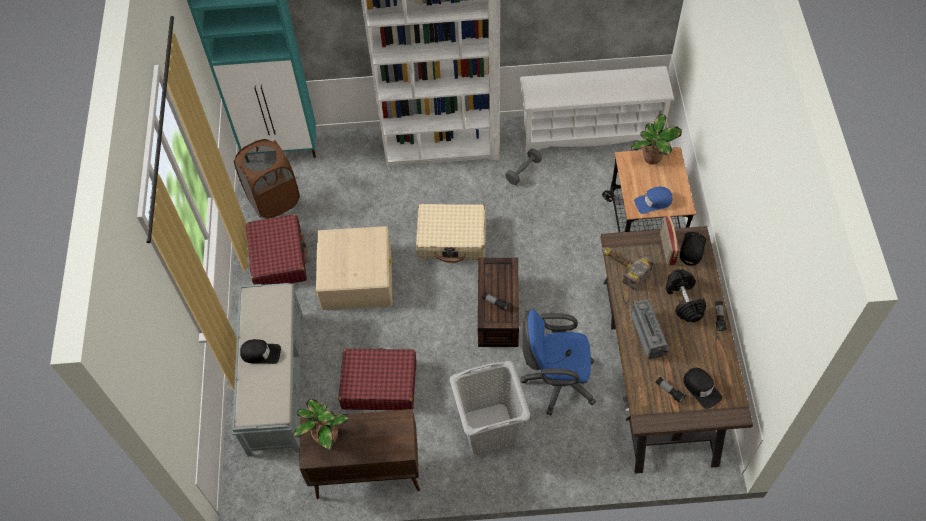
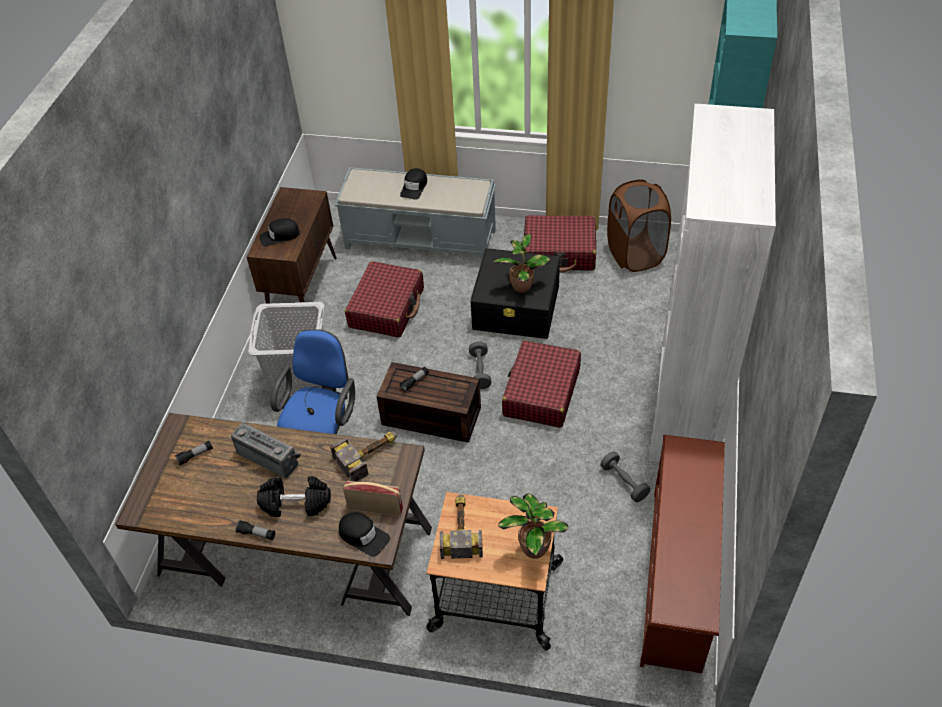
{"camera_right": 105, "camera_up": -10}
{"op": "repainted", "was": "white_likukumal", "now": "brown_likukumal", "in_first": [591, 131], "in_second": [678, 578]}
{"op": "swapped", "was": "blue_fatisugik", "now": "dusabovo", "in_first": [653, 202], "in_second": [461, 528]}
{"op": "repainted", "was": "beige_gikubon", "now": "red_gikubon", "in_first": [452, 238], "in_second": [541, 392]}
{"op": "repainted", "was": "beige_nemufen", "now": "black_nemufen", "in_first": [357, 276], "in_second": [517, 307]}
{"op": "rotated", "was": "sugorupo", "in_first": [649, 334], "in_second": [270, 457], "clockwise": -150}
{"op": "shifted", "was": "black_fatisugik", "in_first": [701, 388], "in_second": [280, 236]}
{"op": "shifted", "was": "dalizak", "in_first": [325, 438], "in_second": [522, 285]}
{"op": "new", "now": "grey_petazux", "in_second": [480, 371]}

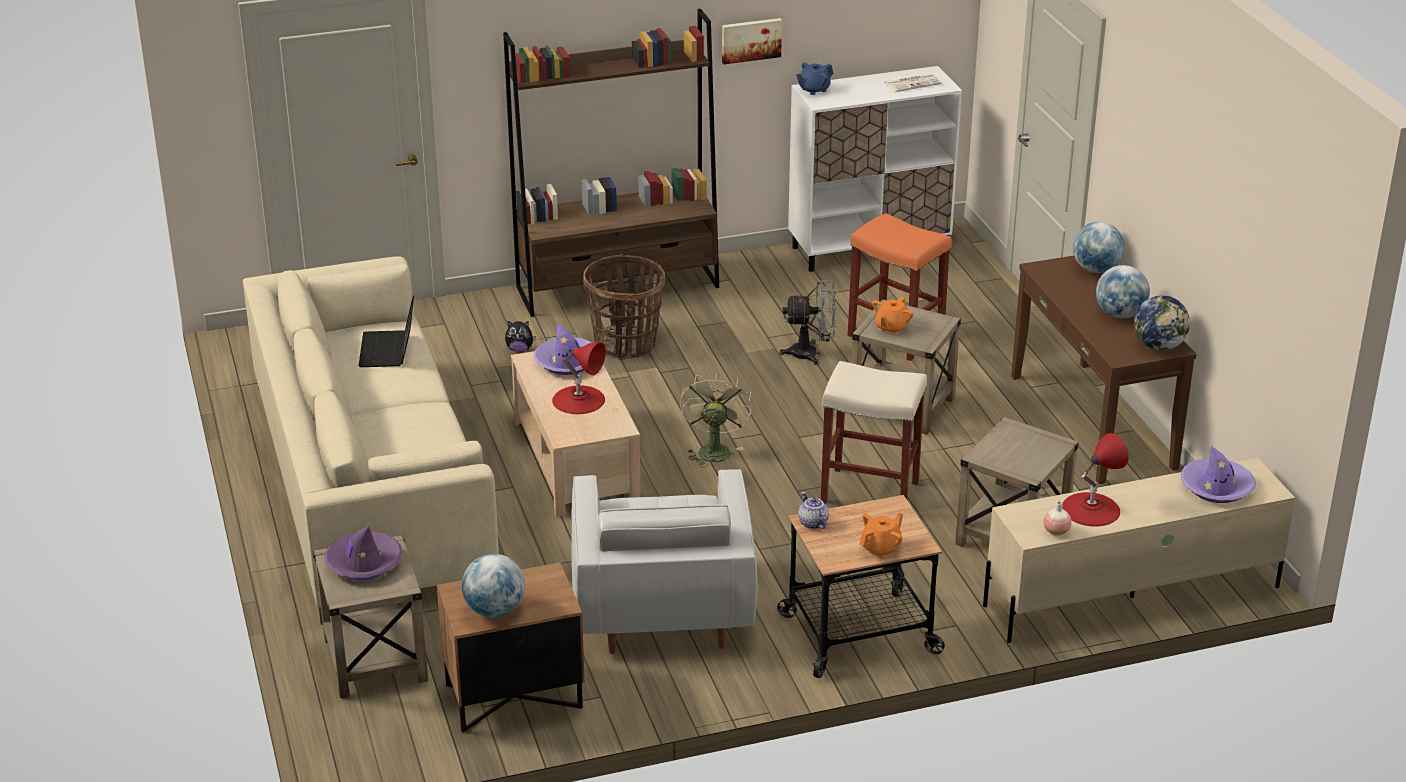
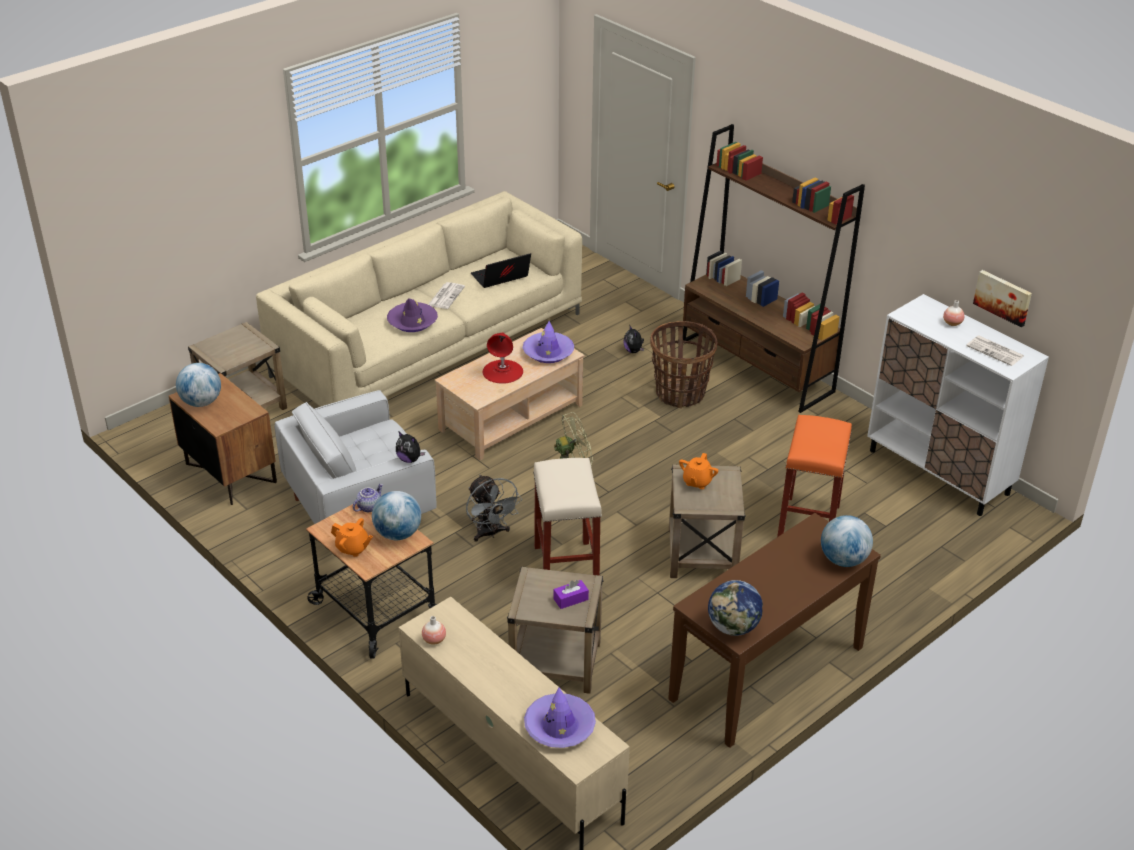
{"camera_right": 65, "camera_up": 5}
{"op": "shifted", "was": "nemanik", "in_first": [750, 40], "in_second": [1003, 297]}
{"op": "gone", "was": "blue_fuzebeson", "in_first": [813, 89]}
{"op": "shifted", "was": "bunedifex", "in_first": [1120, 314], "in_second": [398, 534]}
{"op": "shifted", "was": "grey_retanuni", "in_first": [811, 353], "in_second": [490, 533]}
{"op": "rotated", "was": "orange_fuzebeson", "in_first": [891, 328], "in_second": [697, 482], "clockwise": -75}
{"op": "gone", "was": "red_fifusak", "in_first": [1090, 509]}
{"op": "shifted", "was": "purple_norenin", "in_first": [364, 563], "in_second": [412, 322]}
{"op": "new", "now": "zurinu", "in_second": [446, 296]}
{"op": "new", "now": "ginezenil", "in_second": [952, 323]}
{"op": "new", "now": "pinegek", "in_second": [409, 459]}
{"op": "new", "now": "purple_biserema", "in_second": [570, 599]}

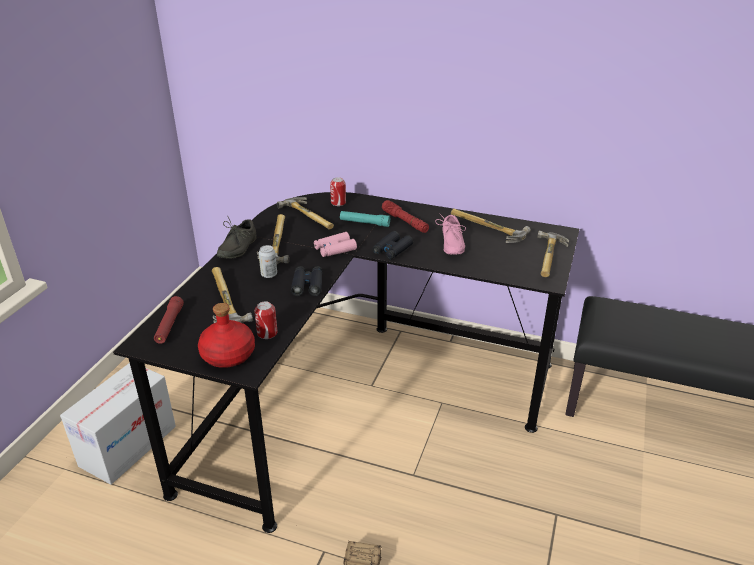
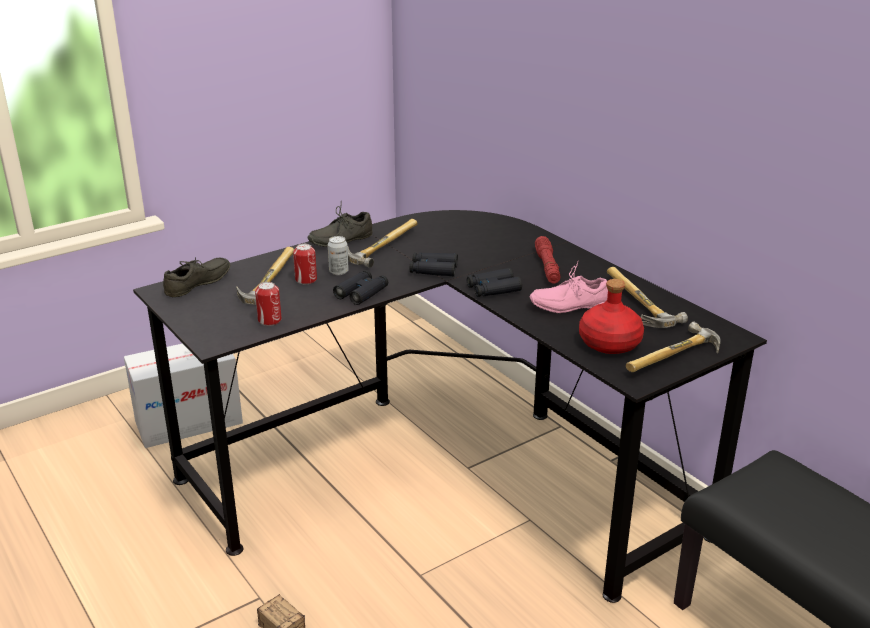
{"camera_right": 35, "camera_up": -5}
{"op": "shifted", "was": "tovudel", "in_first": [338, 202], "in_second": [306, 279]}
{"op": "gone", "was": "dusabovo", "in_first": [311, 216]}
{"op": "gone", "was": "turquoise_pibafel", "in_first": [364, 223]}
{"op": "rotated", "was": "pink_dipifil", "in_first": [450, 244], "in_second": [567, 304], "clockwise": 45}
{"op": "repainted", "was": "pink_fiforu", "now": "black_fiforu", "in_first": [335, 249], "in_second": [433, 270]}
{"op": "swapped", "was": "red_pibafel", "now": "grey_dipifil", "in_first": [169, 325], "in_second": [200, 284]}
{"op": "shifted", "was": "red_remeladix", "in_first": [228, 355], "in_second": [610, 343]}

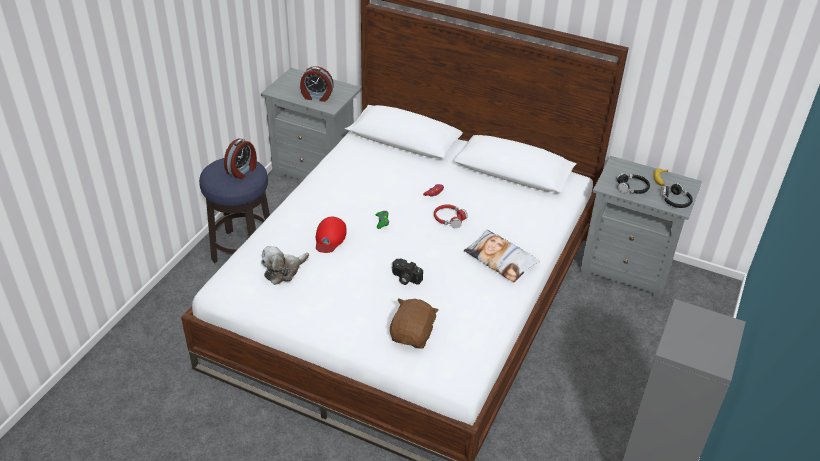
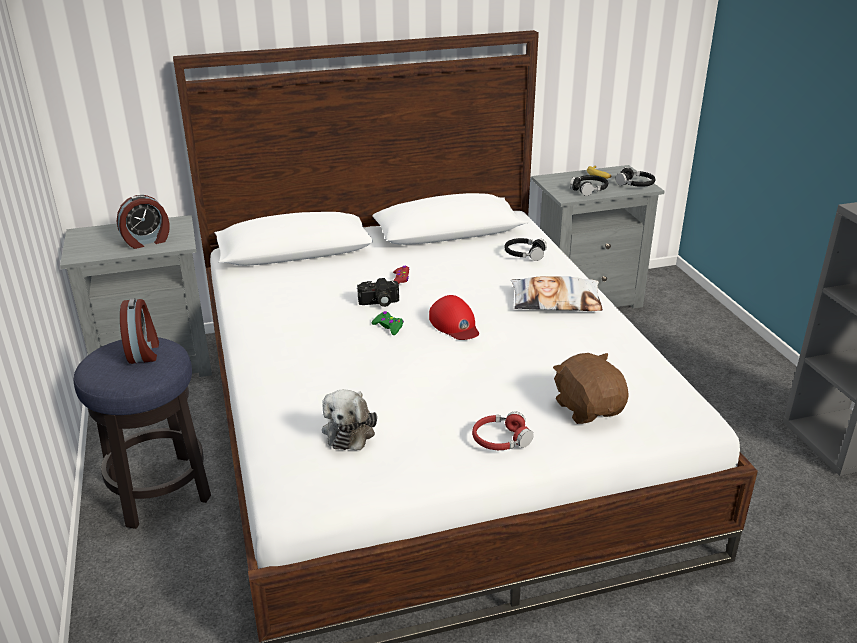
{"camera_right": -40, "camera_up": -10}
{"op": "shifted", "was": "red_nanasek", "in_first": [449, 219], "in_second": [501, 439]}
{"op": "shifted", "was": "red_fatisugik", "in_first": [330, 238], "in_second": [454, 324]}
{"op": "shifted", "was": "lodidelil", "in_first": [405, 278], "in_second": [379, 303]}
{"op": "new", "now": "black_nanasek", "in_second": [524, 254]}

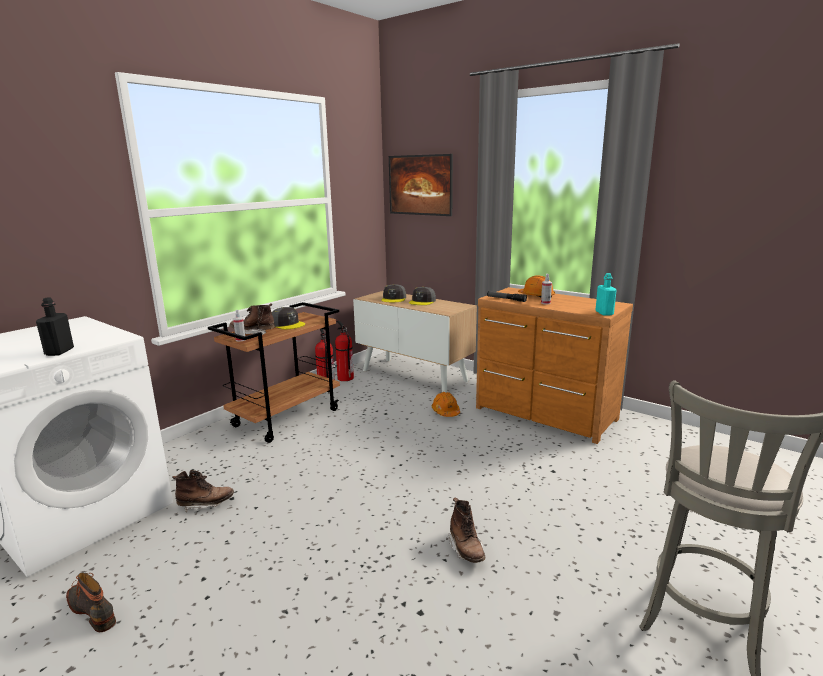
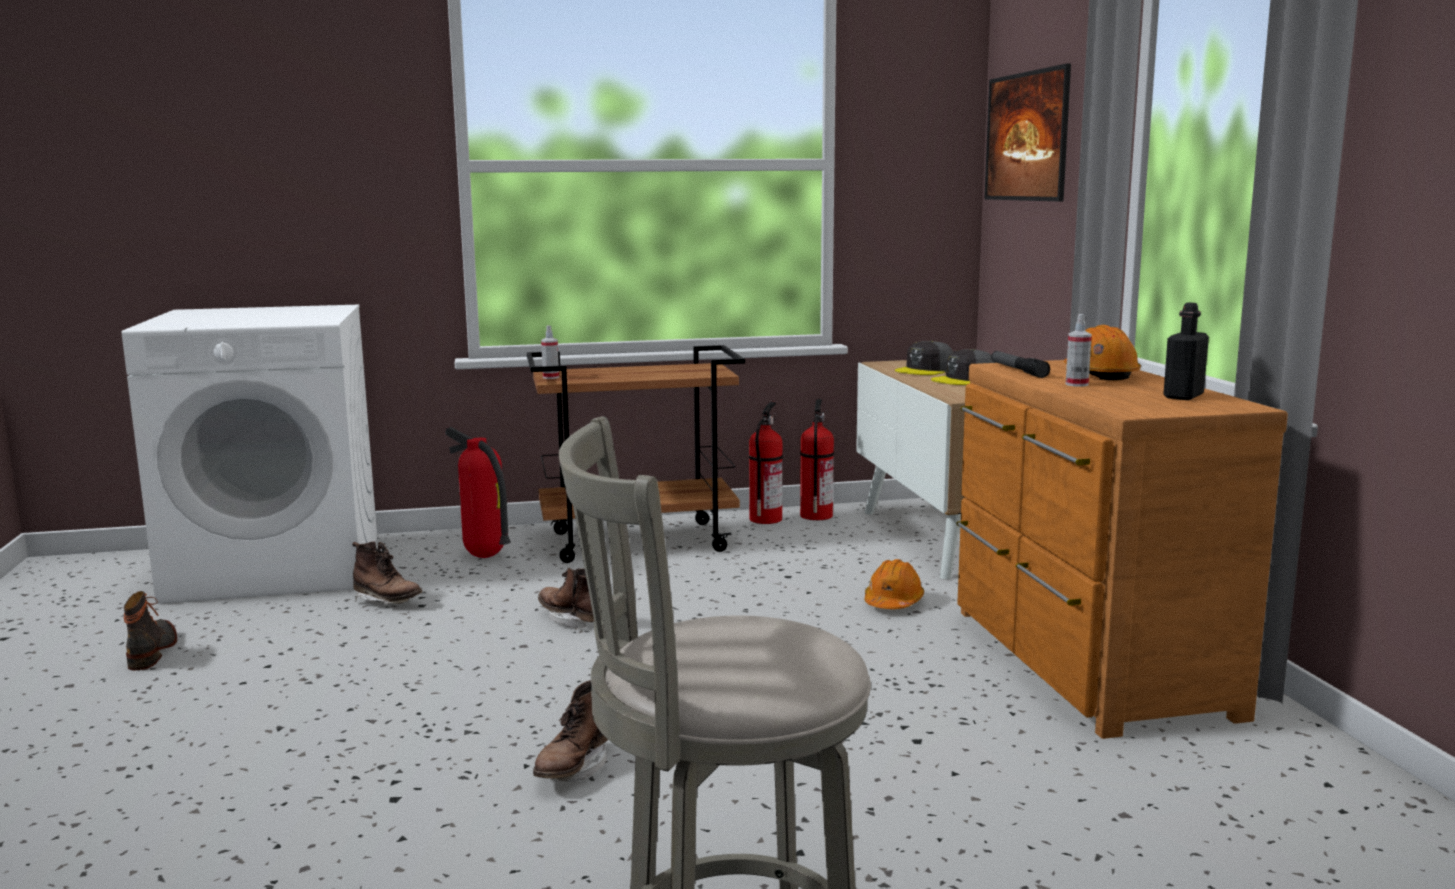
{"camera_right": 40, "camera_up": -5}
{"op": "gone", "was": "turquoise_remeladix", "in_first": [604, 313]}
{"op": "shifted", "was": "black_remeladix", "in_first": [59, 352], "in_second": [1183, 396]}
{"op": "shifted", "was": "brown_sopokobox", "in_first": [253, 332], "in_second": [572, 620]}
{"op": "gone", "was": "grey_fatisugik", "in_first": [287, 324]}
{"op": "new", "now": "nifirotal", "in_second": [483, 557]}

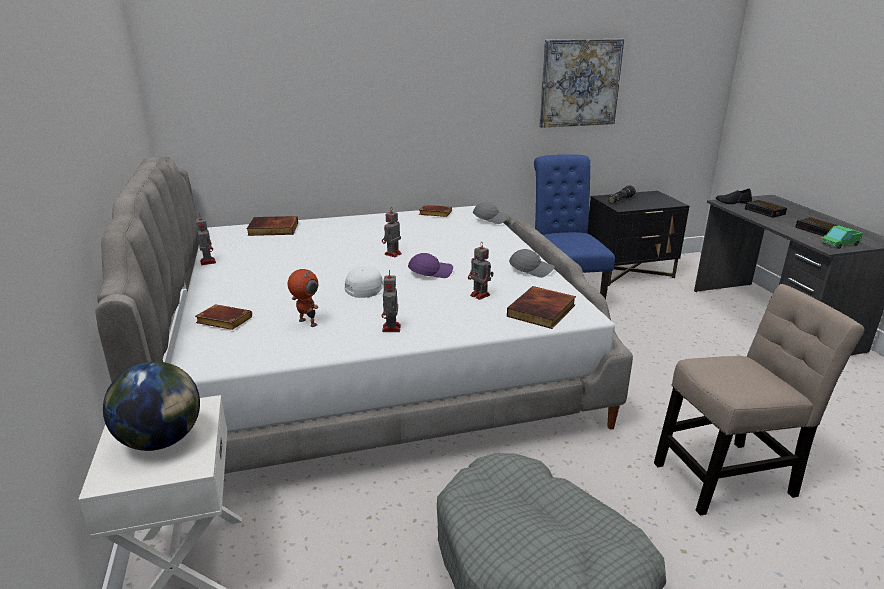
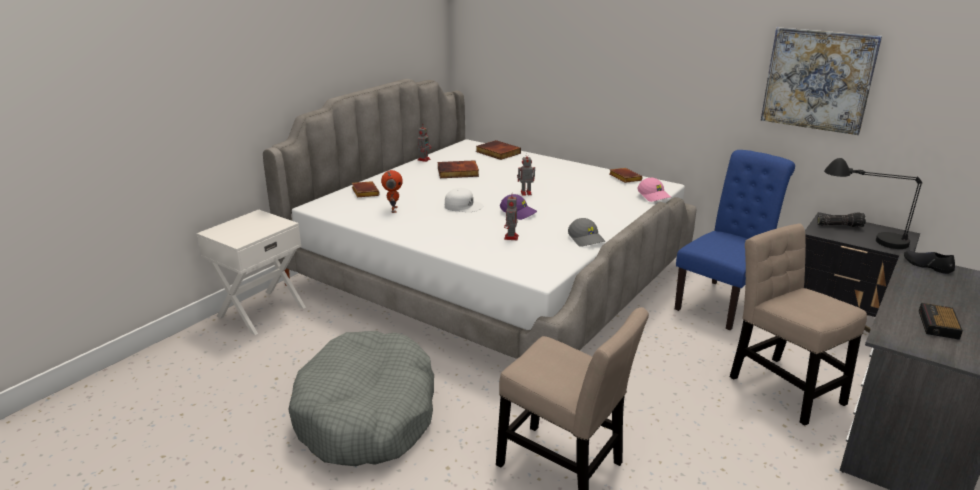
{"camera_right": 50, "camera_up": 0}
{"op": "gone", "was": "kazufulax", "in_first": [765, 212]}
{"op": "repainted", "was": "grey_fatisugik", "now": "pink_fatisugik", "in_first": [491, 219], "in_second": [654, 196]}
{"op": "gone", "was": "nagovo", "in_first": [839, 244]}
{"op": "gone", "was": "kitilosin", "in_first": [391, 329]}
{"op": "shifted", "was": "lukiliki", "in_first": [542, 311], "in_second": [457, 172]}
{"op": "gone", "was": "bunedifex", "in_first": [162, 440]}
{"op": "new", "now": "black_fifusak", "in_second": [862, 239]}
{"op": "new", "now": "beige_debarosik", "in_second": [782, 386]}

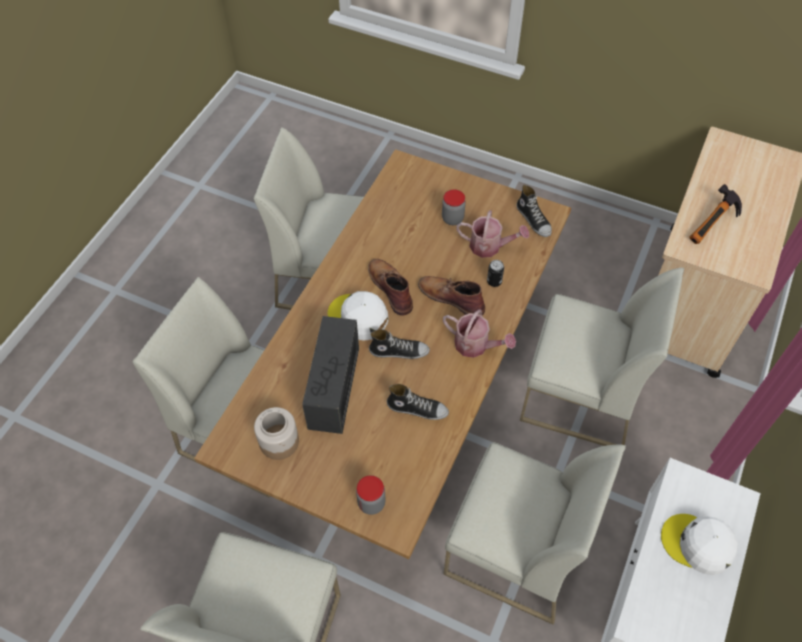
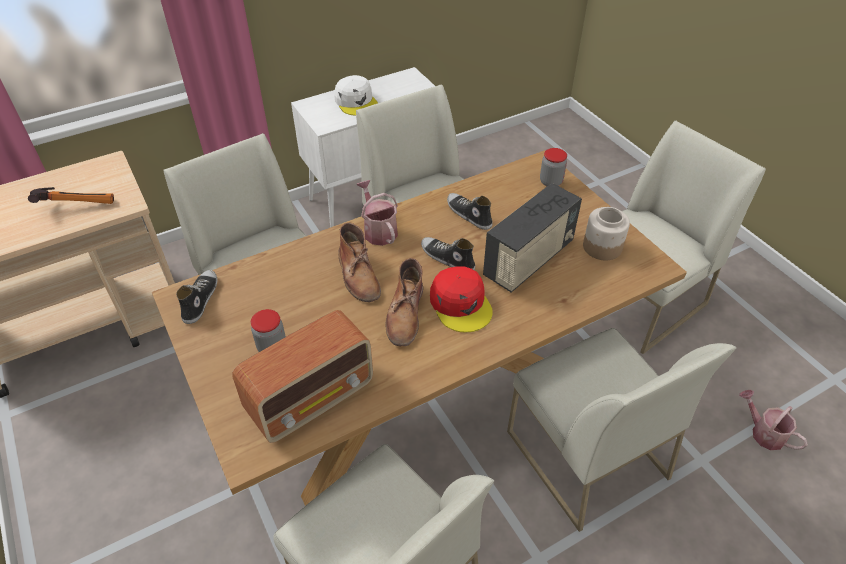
{"camera_right": -145, "camera_up": -10}
{"op": "shifted", "was": "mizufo", "in_first": [490, 246], "in_second": [763, 432]}
{"op": "gone", "was": "tovudel", "in_first": [494, 281]}
{"op": "repainted", "was": "white_fatisugik", "now": "red_fatisugik", "in_first": [358, 317], "in_second": [461, 304]}
{"op": "new", "now": "sugorupo", "in_second": [312, 398]}

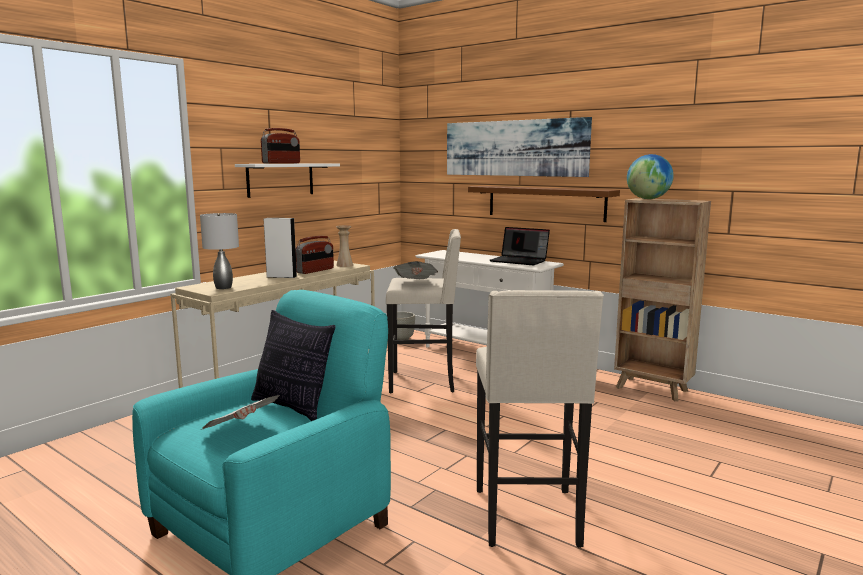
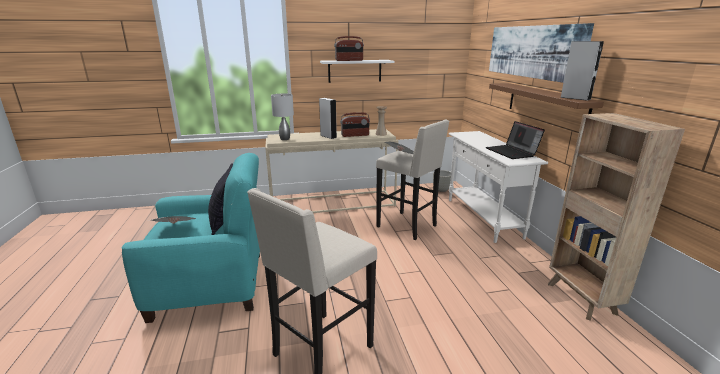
{"camera_right": 40, "camera_up": 10}
{"op": "gone", "was": "bunedifex", "in_first": [648, 199]}
{"op": "new", "now": "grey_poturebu", "in_second": [575, 98]}

